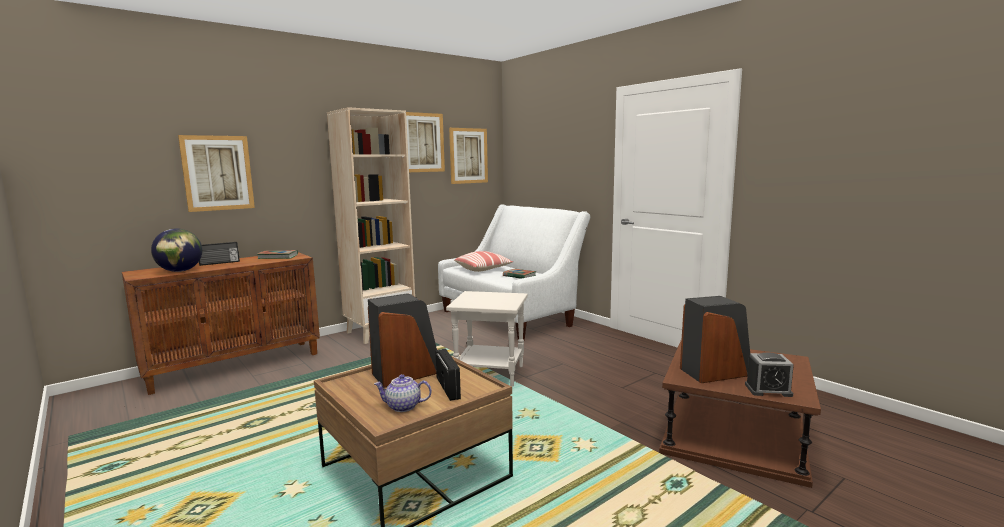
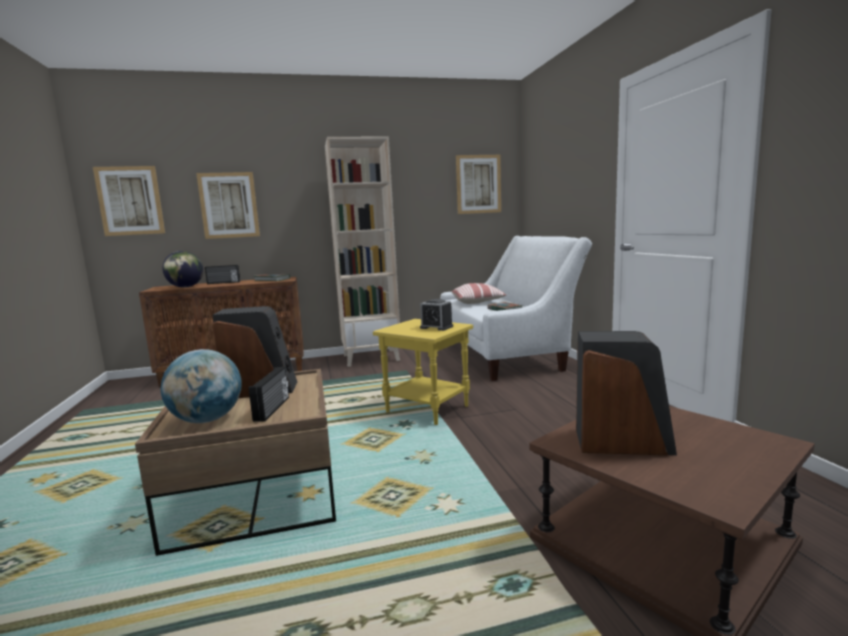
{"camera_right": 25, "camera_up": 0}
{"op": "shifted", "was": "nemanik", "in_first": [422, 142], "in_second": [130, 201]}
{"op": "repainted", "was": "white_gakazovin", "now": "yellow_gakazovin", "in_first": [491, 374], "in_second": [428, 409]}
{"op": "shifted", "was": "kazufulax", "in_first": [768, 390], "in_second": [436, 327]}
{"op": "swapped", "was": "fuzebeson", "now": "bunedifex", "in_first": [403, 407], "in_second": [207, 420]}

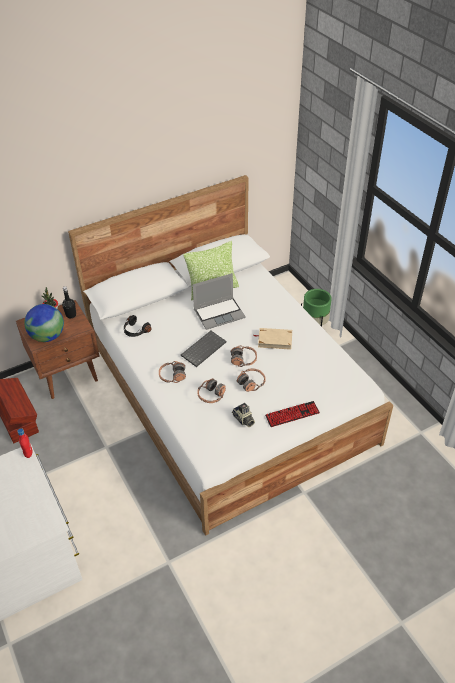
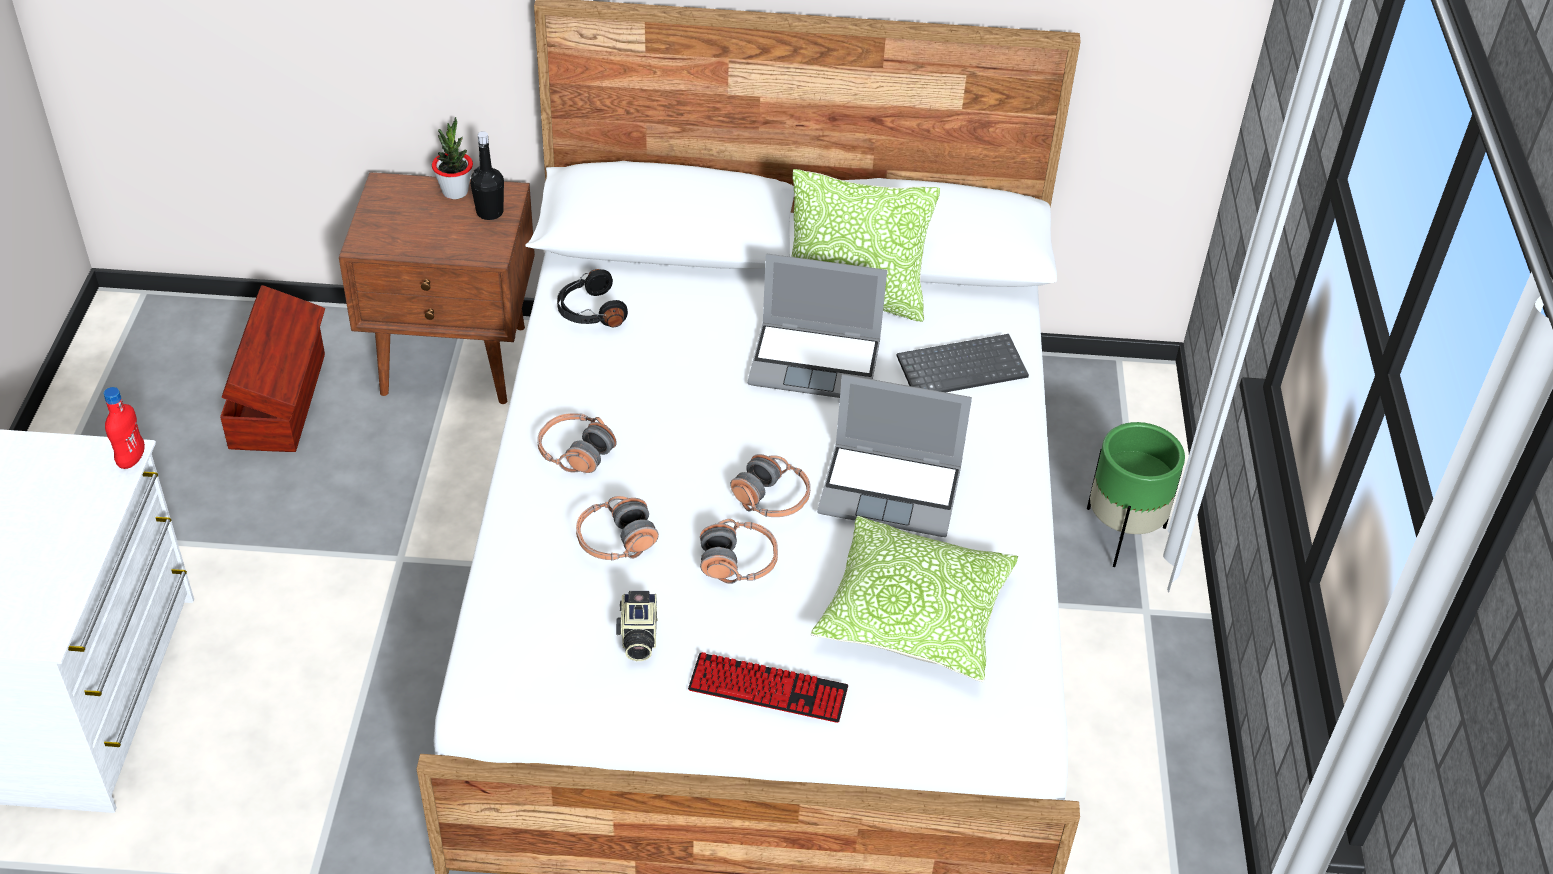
{"camera_right": 30, "camera_up": 0}
{"op": "gone", "was": "bunedifex", "in_first": [48, 336]}
{"op": "swapped", "was": "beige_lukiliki", "now": "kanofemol", "in_first": [274, 340], "in_second": [892, 491]}
{"op": "shifted", "was": "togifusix", "in_first": [203, 348], "in_second": [962, 367]}
{"op": "new", "now": "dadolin", "in_second": [914, 615]}

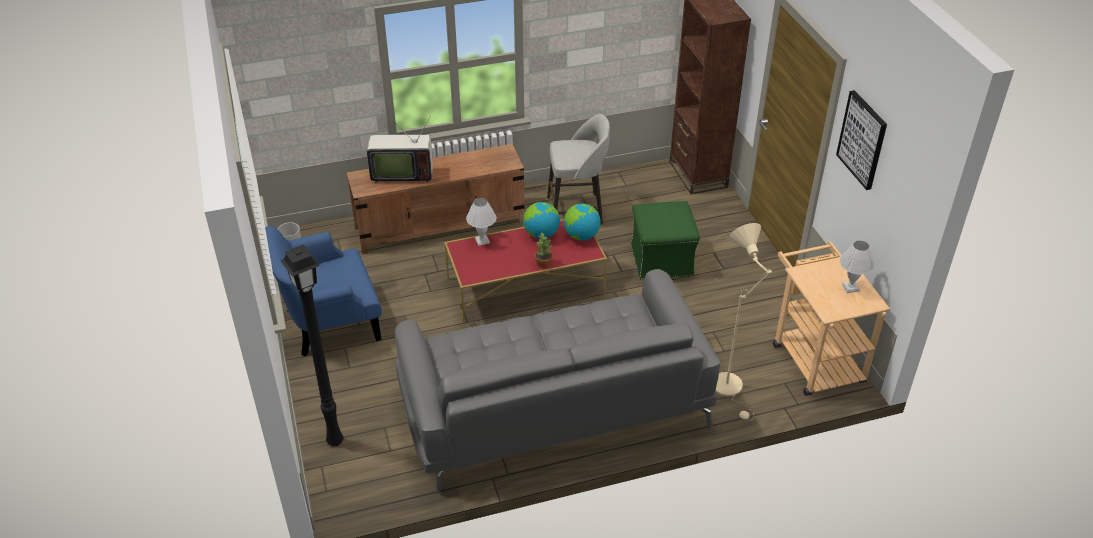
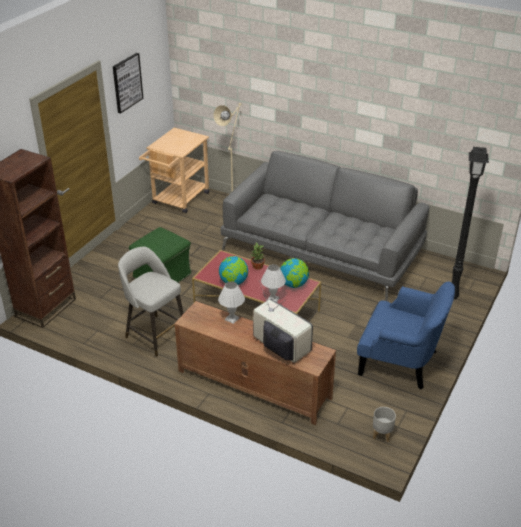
{"camera_right": -135, "camera_up": -5}
{"op": "shifted", "was": "bunedifex", "in_first": [581, 236], "in_second": [293, 284]}
{"op": "shifted", "was": "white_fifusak", "in_first": [850, 288], "in_second": [232, 319]}

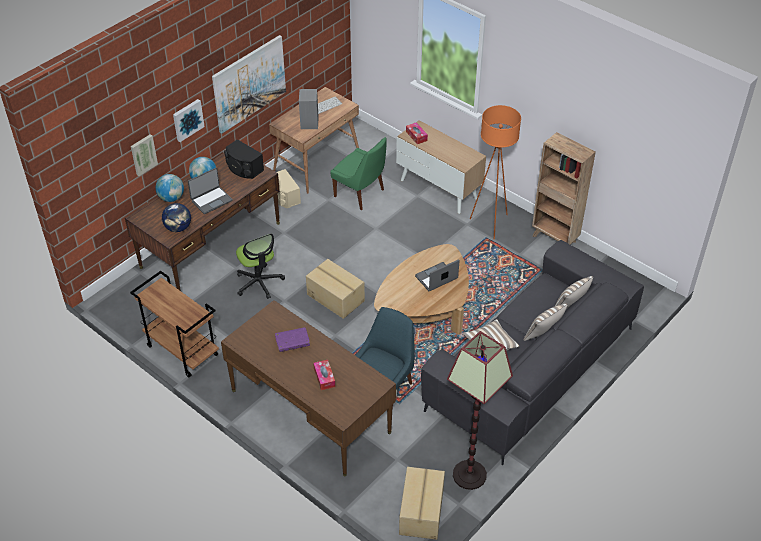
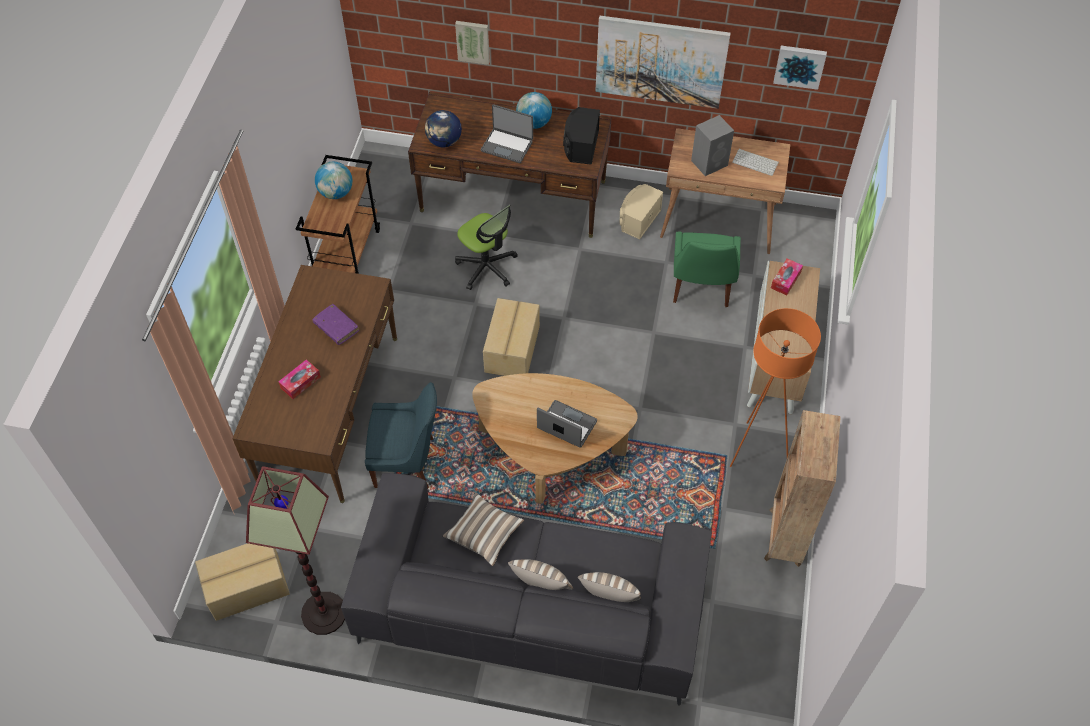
{"camera_right": 60, "camera_up": 10}
{"op": "shifted", "was": "nemanik", "in_first": [187, 119], "in_second": [799, 65]}
{"op": "shifted", "was": "bunedifex", "in_first": [171, 198], "in_second": [336, 193]}
{"op": "rotated", "was": "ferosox", "in_first": [259, 282], "in_second": [487, 267], "clockwise": -75}

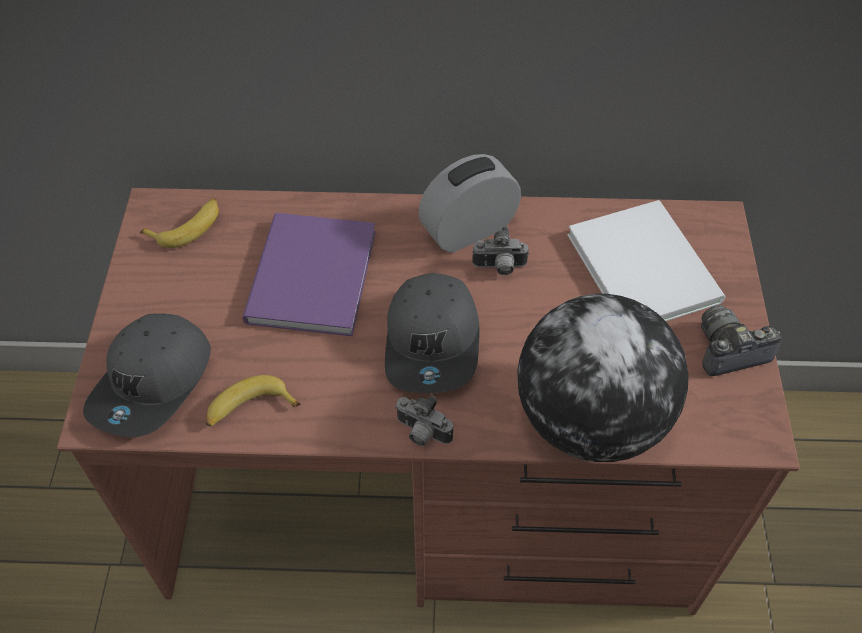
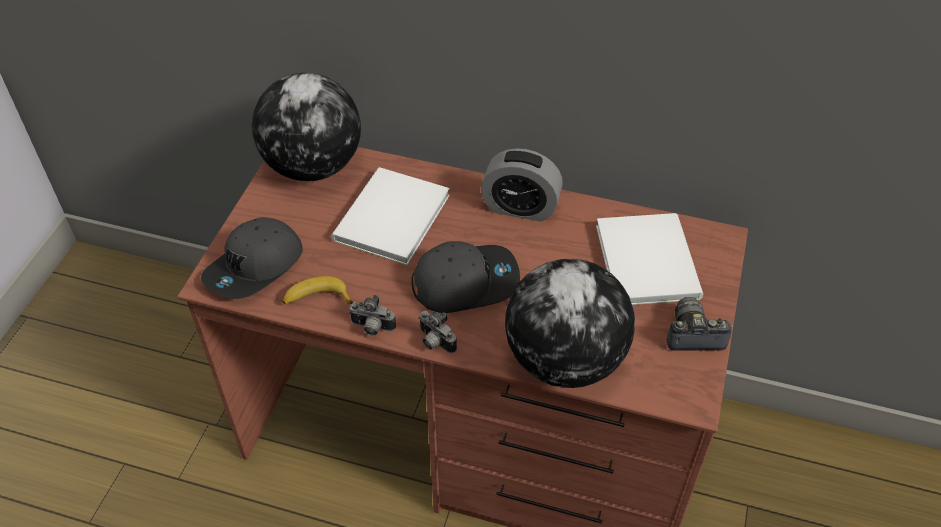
{"camera_right": 15, "camera_up": -5}
{"op": "rotated", "was": "kazufulax", "in_first": [468, 230], "in_second": [520, 208], "clockwise": -150}
{"op": "swapped", "was": "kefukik", "now": "bunedifex", "in_first": [187, 227], "in_second": [313, 166]}
{"op": "repainted", "was": "purple_lukiliki", "now": "white_lukiliki", "in_first": [307, 279], "in_second": [388, 219]}
{"op": "shifted", "was": "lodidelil", "in_first": [499, 267], "in_second": [372, 328]}
{"op": "rotated", "was": "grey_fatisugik", "in_first": [433, 342], "in_second": [465, 282], "clockwise": -120}

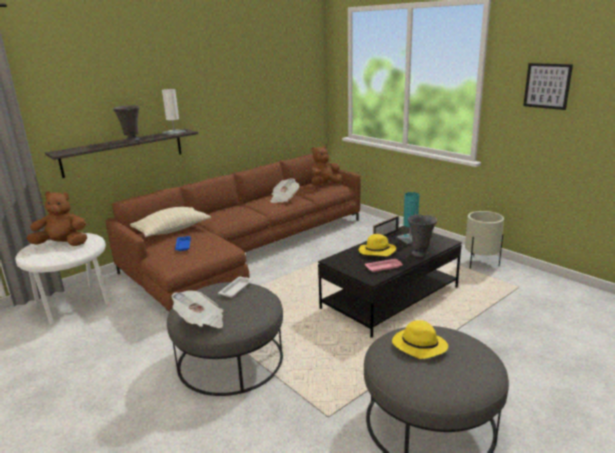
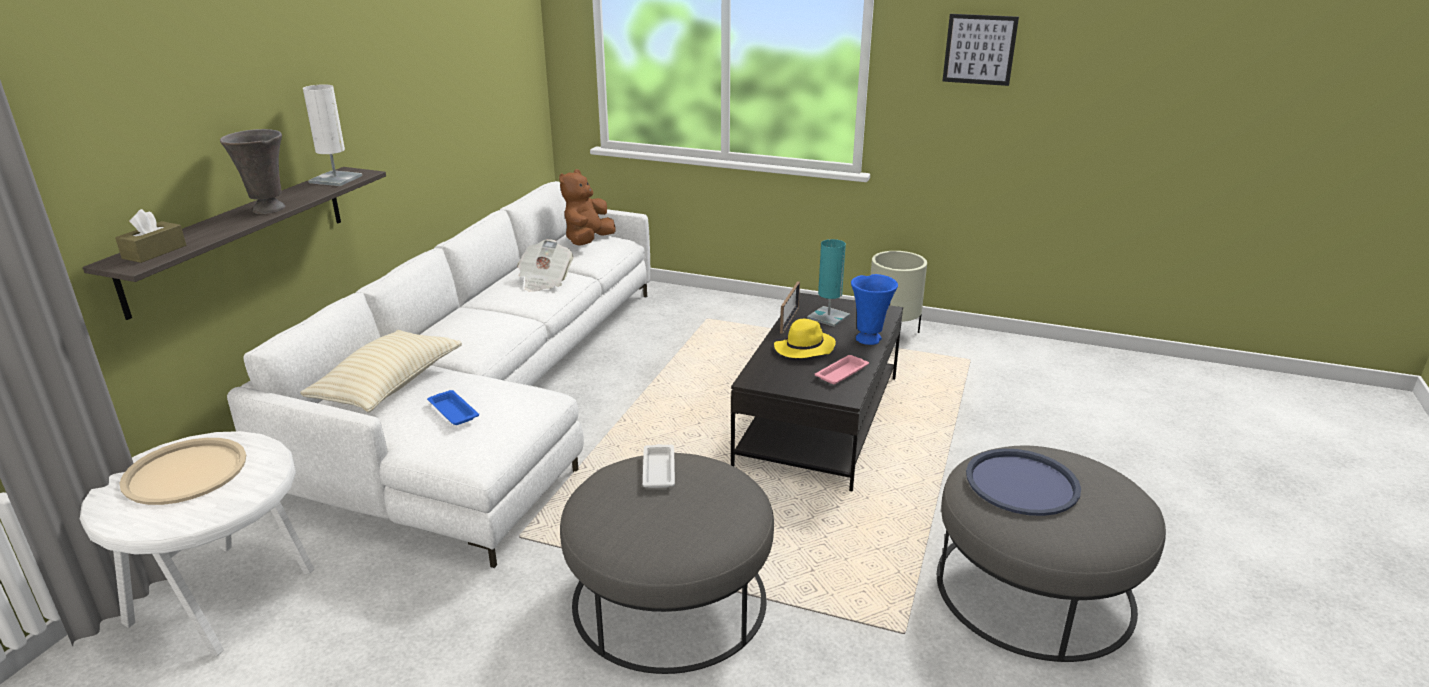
{"camera_right": -30, "camera_up": 5}
{"op": "repainted", "was": "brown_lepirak", "now": "white_lepirak", "in_first": [244, 252], "in_second": [495, 396]}
{"op": "swapped", "was": "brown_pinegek", "now": "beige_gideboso", "in_first": [63, 244], "in_second": [185, 472]}
{"op": "repainted", "was": "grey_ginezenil", "now": "blue_ginezenil", "in_first": [420, 254], "in_second": [869, 339]}
{"op": "gone", "was": "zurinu", "in_first": [201, 321]}
{"op": "swapped", "was": "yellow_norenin", "now": "blue_gideboso", "in_first": [418, 346], "in_second": [1022, 483]}
{"op": "new", "now": "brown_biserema", "in_second": [154, 252]}

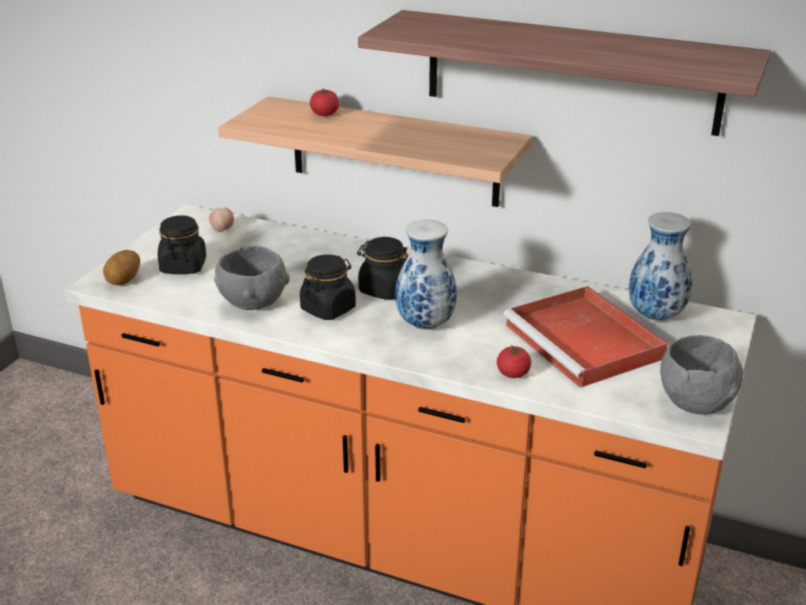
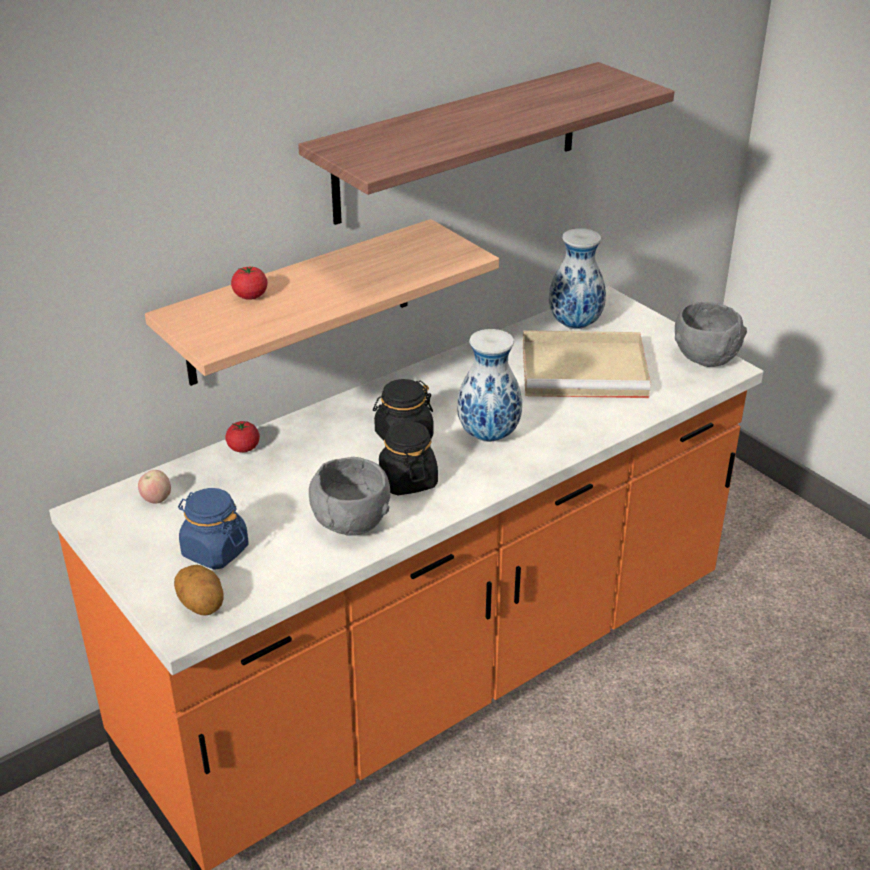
{"camera_right": -60, "camera_up": 5}
{"op": "repainted", "was": "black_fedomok", "now": "blue_fedomok", "in_first": [183, 266], "in_second": [215, 551]}
{"op": "repainted", "was": "red_gideboso", "now": "beige_gideboso", "in_first": [586, 342], "in_second": [586, 369]}
{"op": "shifted", "was": "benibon", "in_first": [513, 374], "in_second": [243, 448]}

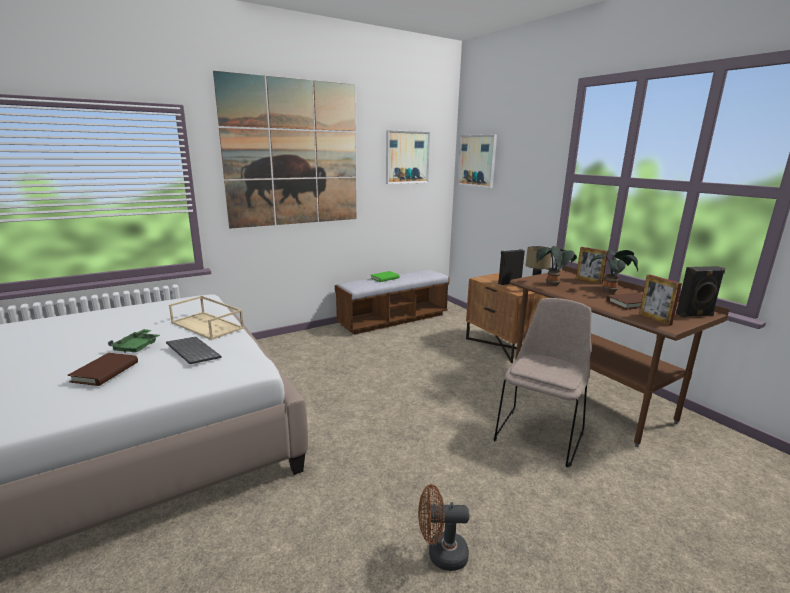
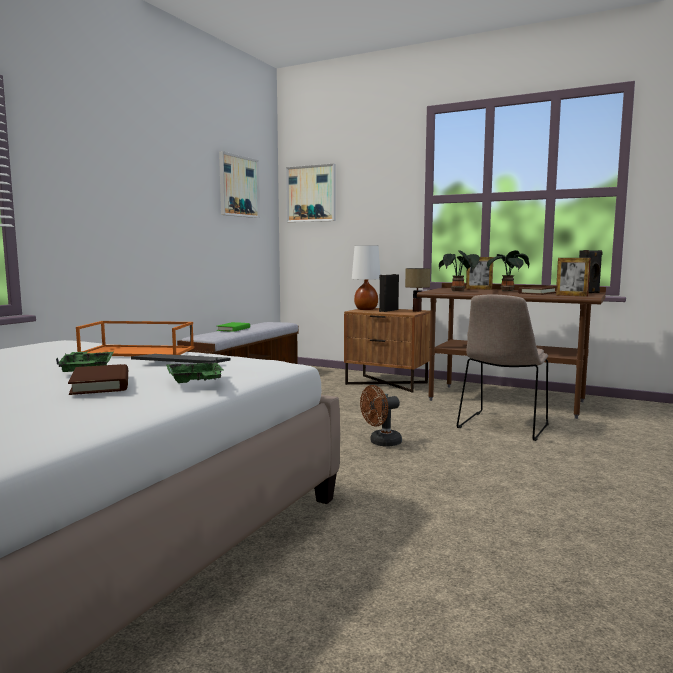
{"camera_right": -30, "camera_up": -10}
{"op": "gone", "was": "nemanik", "in_first": [293, 154]}
{"op": "repainted", "was": "beige_gideboso", "now": "orange_gideboso", "in_first": [208, 325], "in_second": [139, 351]}
{"op": "rotated", "was": "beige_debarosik", "in_first": [539, 434], "in_second": [502, 427], "clockwise": -150}
{"op": "shifted", "was": "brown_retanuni", "in_first": [441, 554], "in_second": [381, 443]}
{"op": "new", "now": "white_fifusak", "in_second": [366, 309]}
{"op": "new", "now": "green_gideboso", "in_second": [195, 381]}

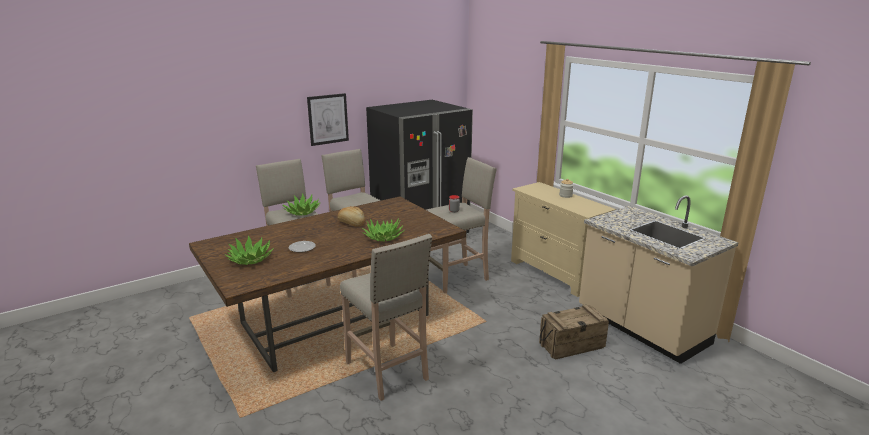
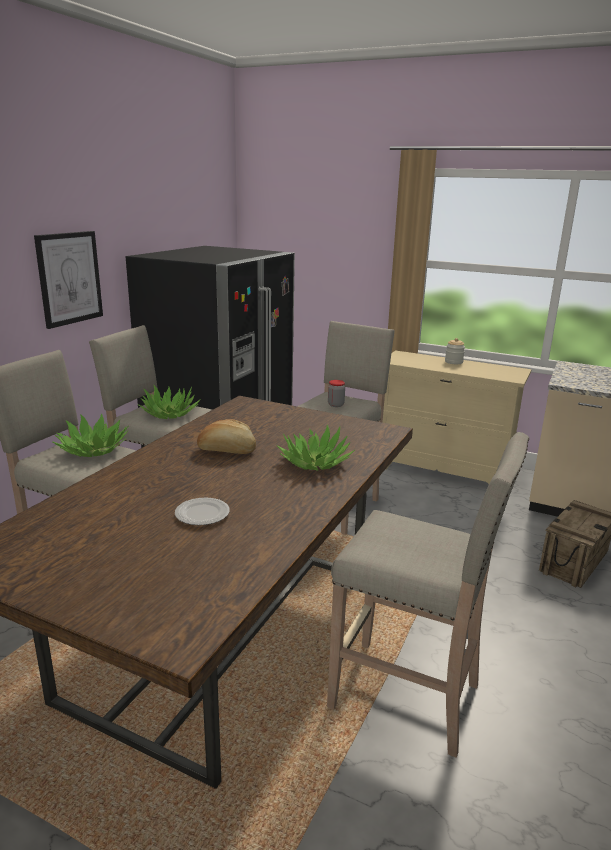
{"camera_right": -30, "camera_up": 0}
{"op": "shifted", "was": "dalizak", "in_first": [250, 259], "in_second": [169, 414]}

